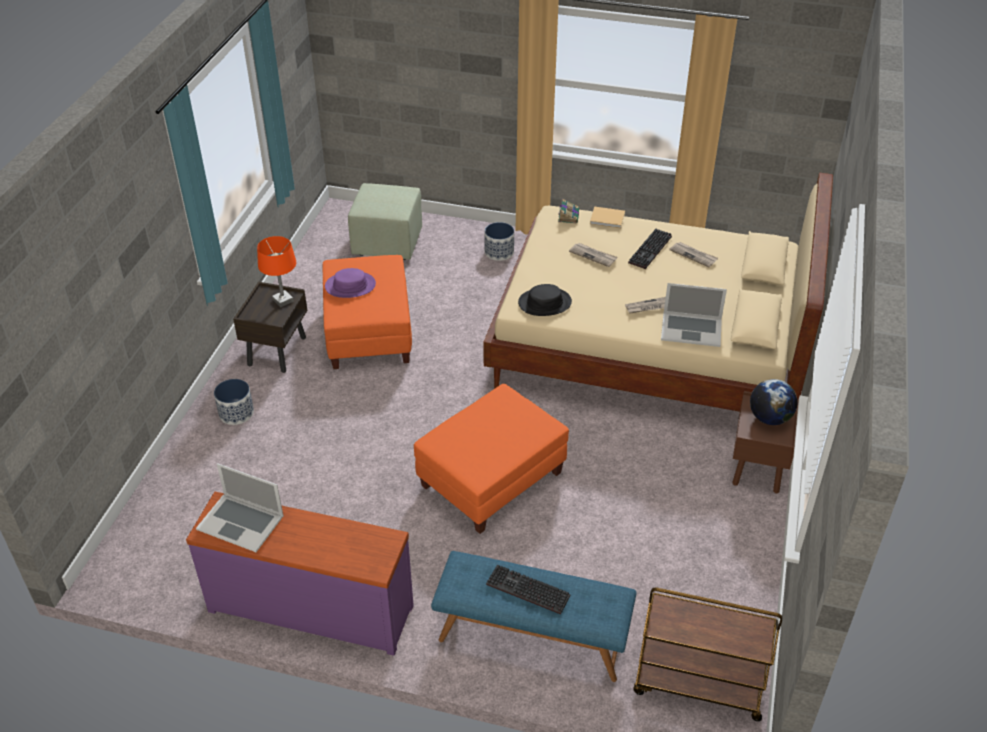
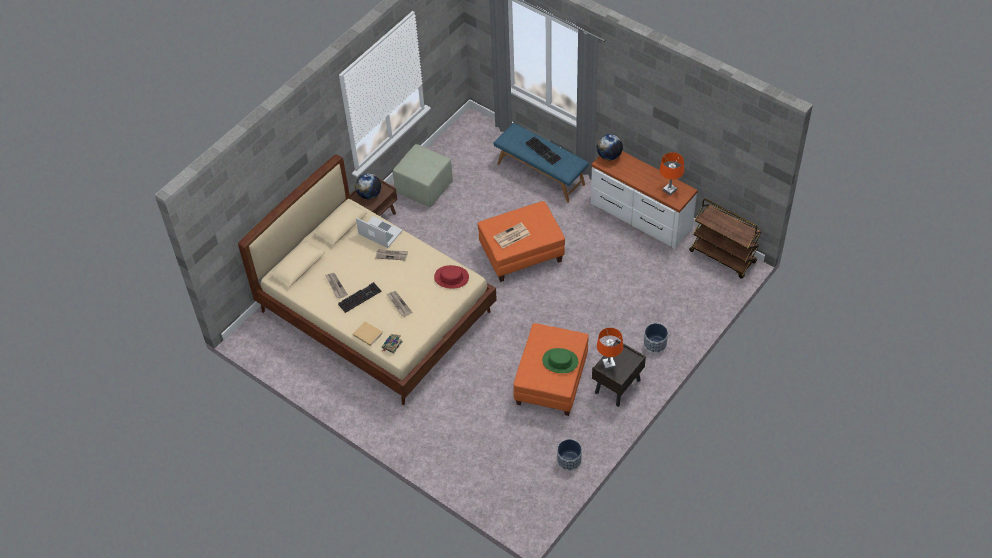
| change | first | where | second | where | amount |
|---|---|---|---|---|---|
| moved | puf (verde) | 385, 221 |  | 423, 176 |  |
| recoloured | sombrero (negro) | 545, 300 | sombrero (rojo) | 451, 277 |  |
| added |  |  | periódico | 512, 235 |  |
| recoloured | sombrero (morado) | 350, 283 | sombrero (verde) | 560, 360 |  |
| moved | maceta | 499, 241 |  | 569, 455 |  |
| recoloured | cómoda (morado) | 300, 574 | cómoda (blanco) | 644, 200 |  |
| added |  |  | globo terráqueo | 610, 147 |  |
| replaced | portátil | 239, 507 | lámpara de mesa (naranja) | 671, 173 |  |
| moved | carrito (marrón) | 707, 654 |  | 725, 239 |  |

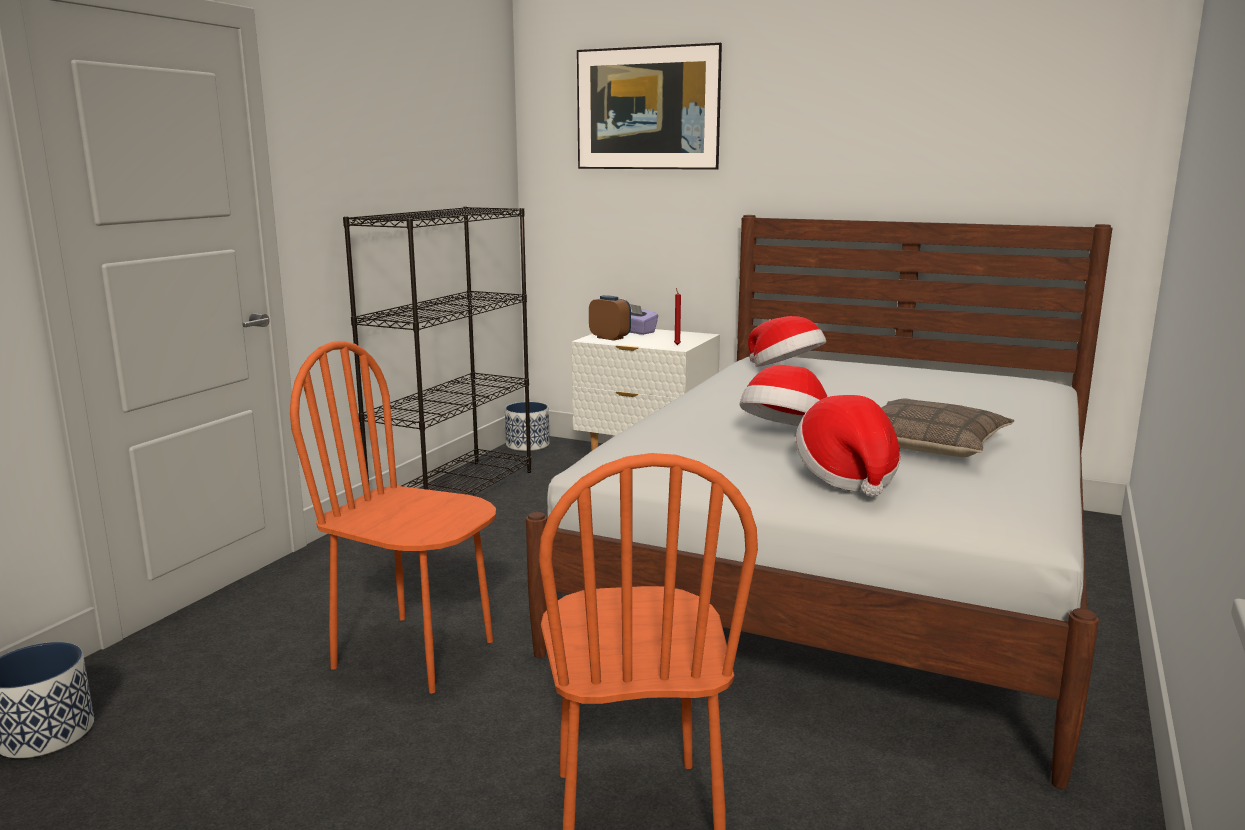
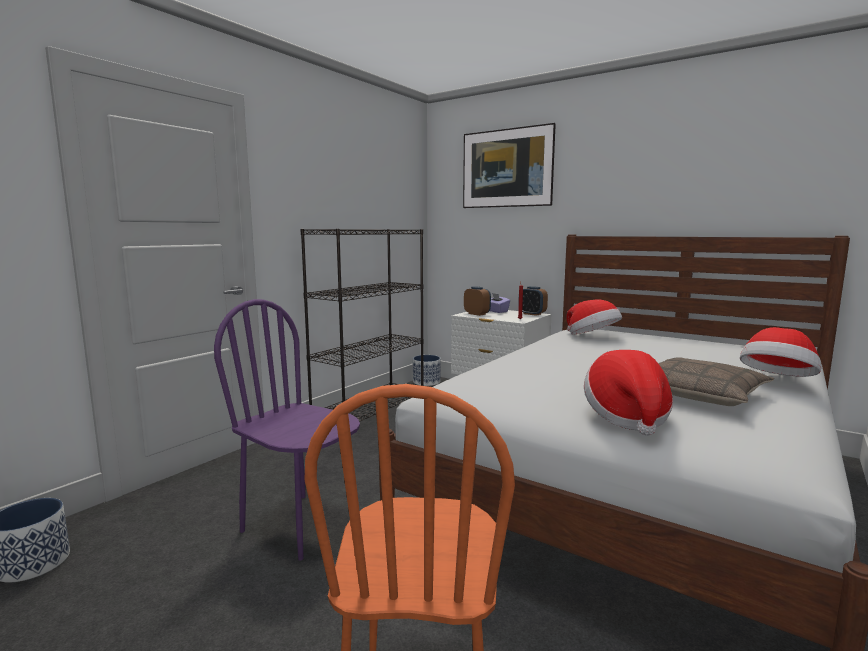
| change | first | where | second | where | amount |
|---|---|---|---|---|---|
| recoloured | silla (naranja) | 393, 517 | silla (morado) | 287, 430 |  |
| added |  |  | despertador | 533, 301 |  |
| moved | sombrero | 783, 395 |  | 780, 352 |  |

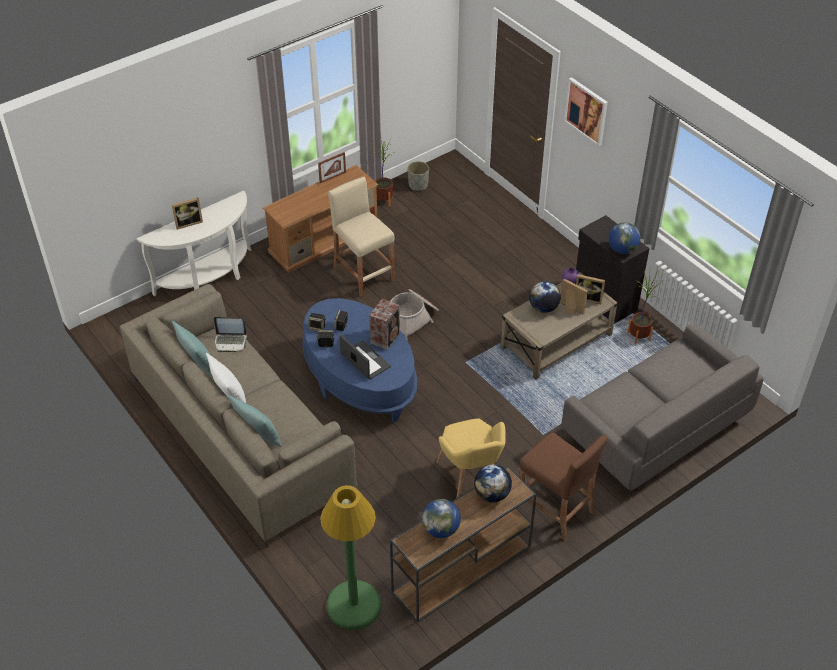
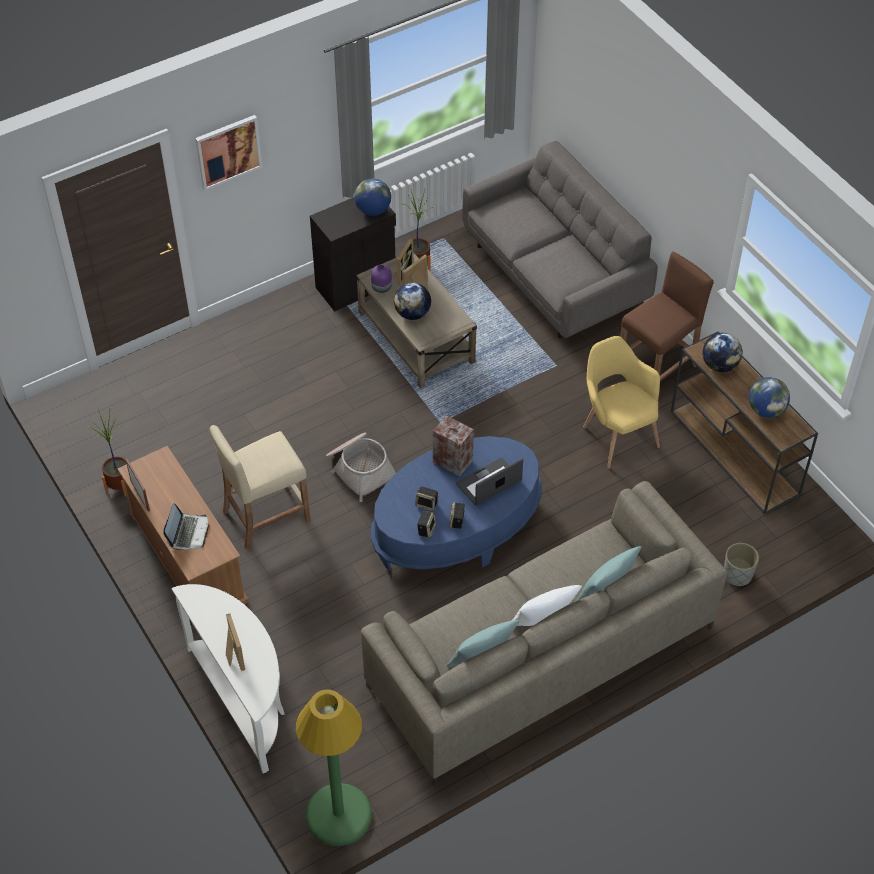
| change | first | where | second | where | amount |
|---|---|---|---|---|---|
| moved | portátil | 230, 334 |  | 186, 526 |  |
| moved | lámpara de pie (verde) | 350, 557 |  | 334, 768 |  |
| turned | sillón (amarillo) | 470, 458 |  | 621, 402 | 105 degrees counterclockwise |
| moved | maceta (gris) | 418, 176 |  | 741, 564 |  |

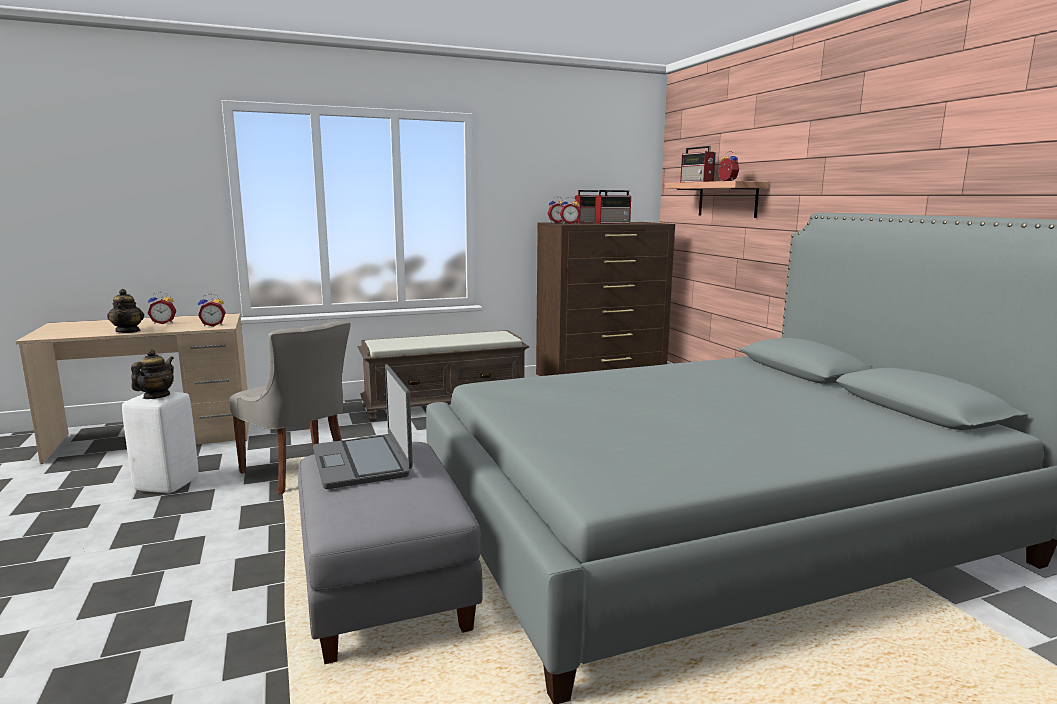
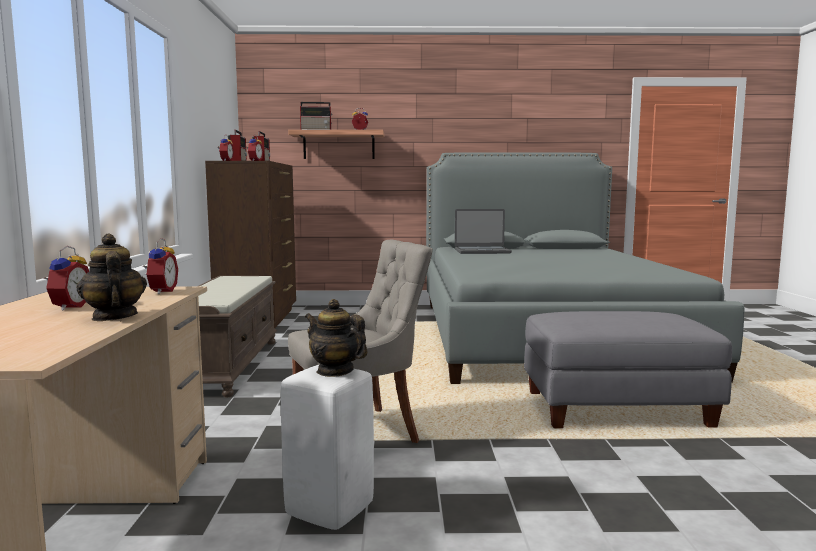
| change | first | where | second | where | amount |
|---|---|---|---|---|---|
| turned | tetera | 125, 311 |  | 111, 277 | 120 degrees counterclockwise |
| moved | portátil | 363, 426 |  | 483, 231 |  |

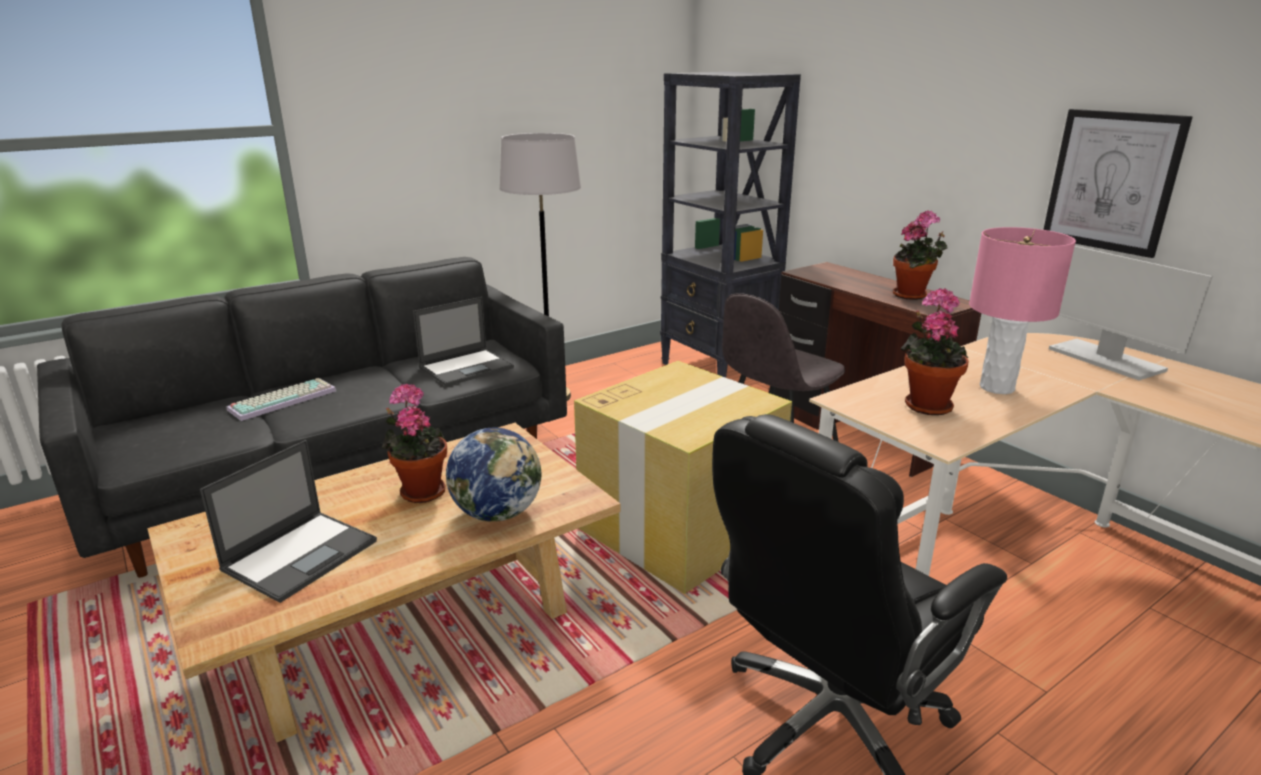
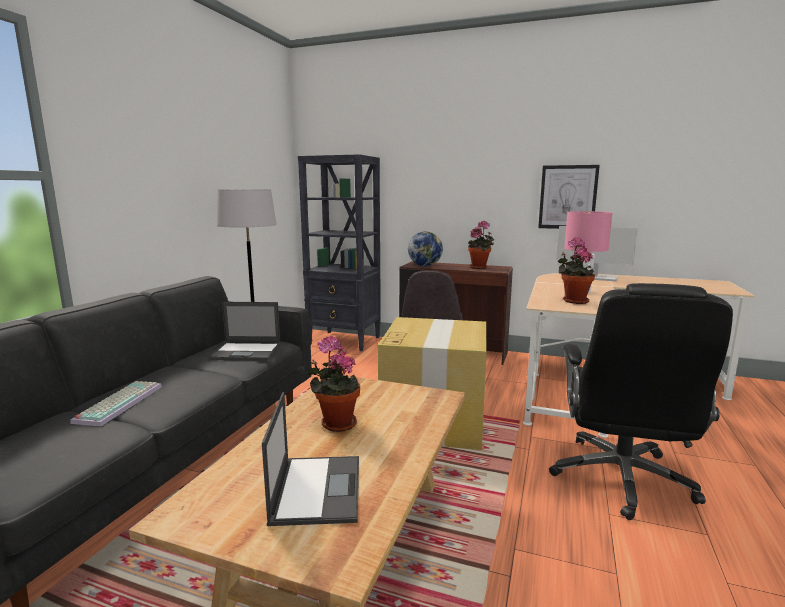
| change | first | where | second | where | amount |
|---|---|---|---|---|---|
| turned | portátil | 463, 341 |  | 244, 331 | 75 degrees clockwise |
| moved | globo terráqueo | 493, 475 |  | 425, 249 |  |

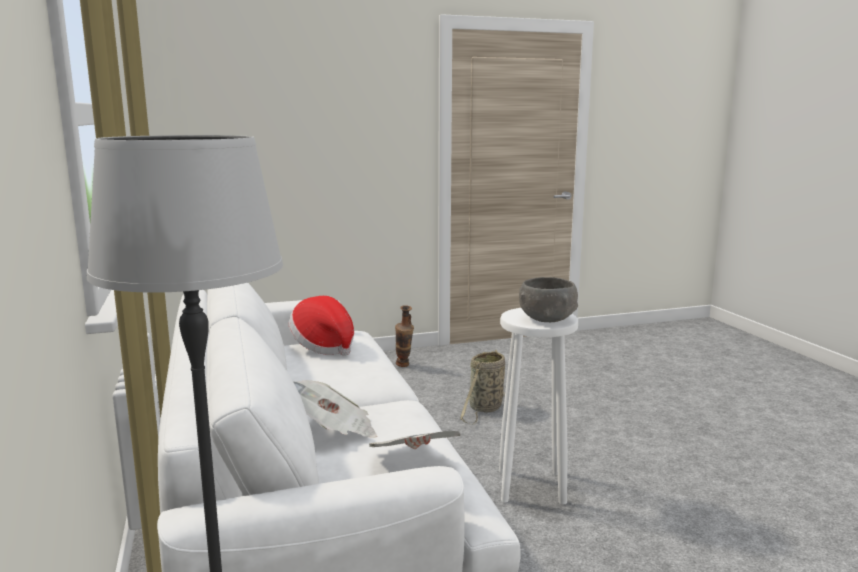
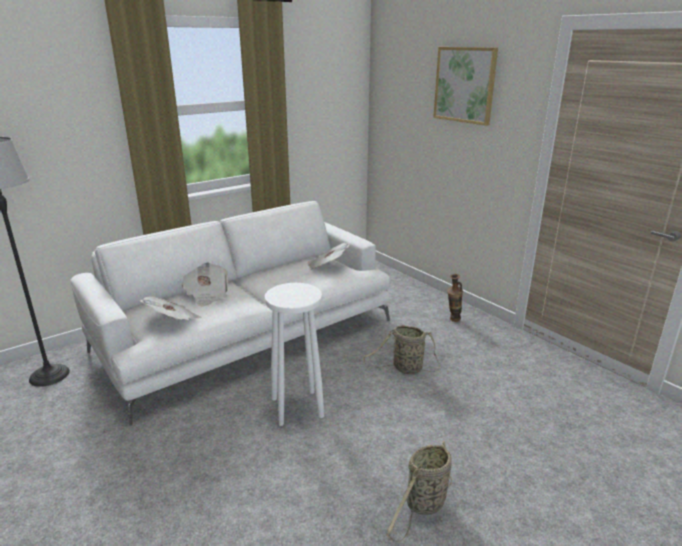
| change | first | where | second | where | amount |
|---|---|---|---|---|---|
| replaced | sombrero | 321, 326 | periódico | 328, 256 |  |
| added |  |  | cesta | 419, 491 |  |
| added |  |  | cuadro | 465, 86 |  |
| removed | cuenco (gris) | 548, 299 |  |  |  |

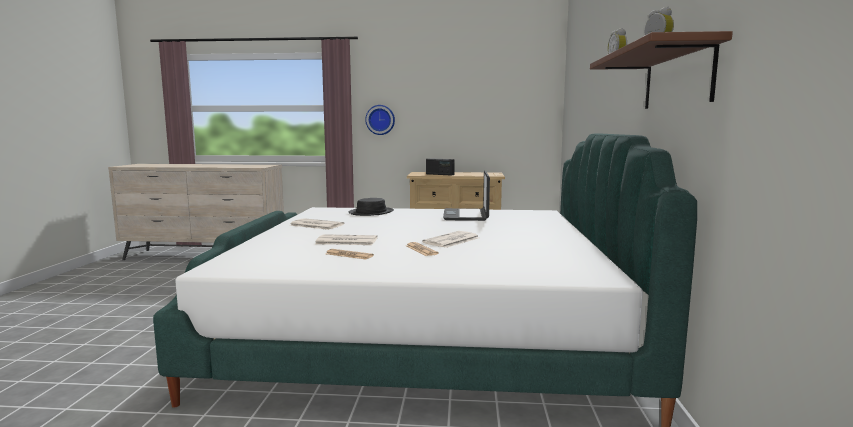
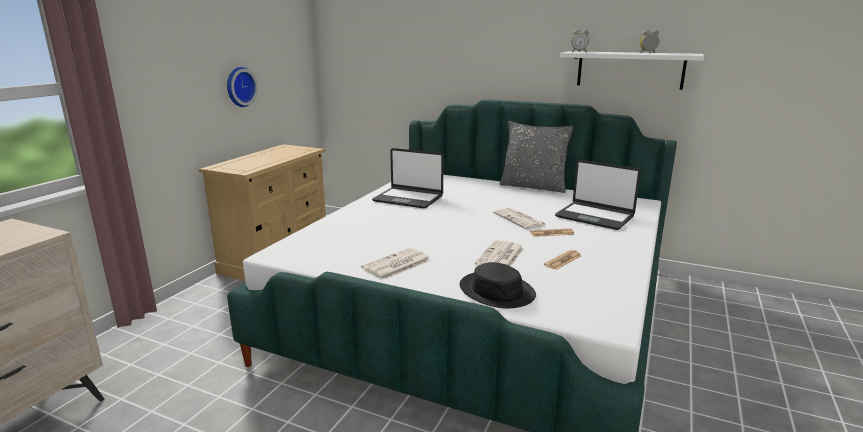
| change | first | where | second | where | amount |
|---|---|---|---|---|---|
| moved | reloj de pared | 380, 120 |  | 242, 87 |  |
| moved | sombrero (negro) | 371, 207 |  | 498, 285 |  |
| added |  |  | cojín (gris) | 536, 157 |  |
| added |  |  | portátil | 598, 195 |  |
| recoloured | estante (marrón) | 661, 70 | estante (blanco) | 632, 70 |  |
| removed | radio | 440, 167 |  |  |  |

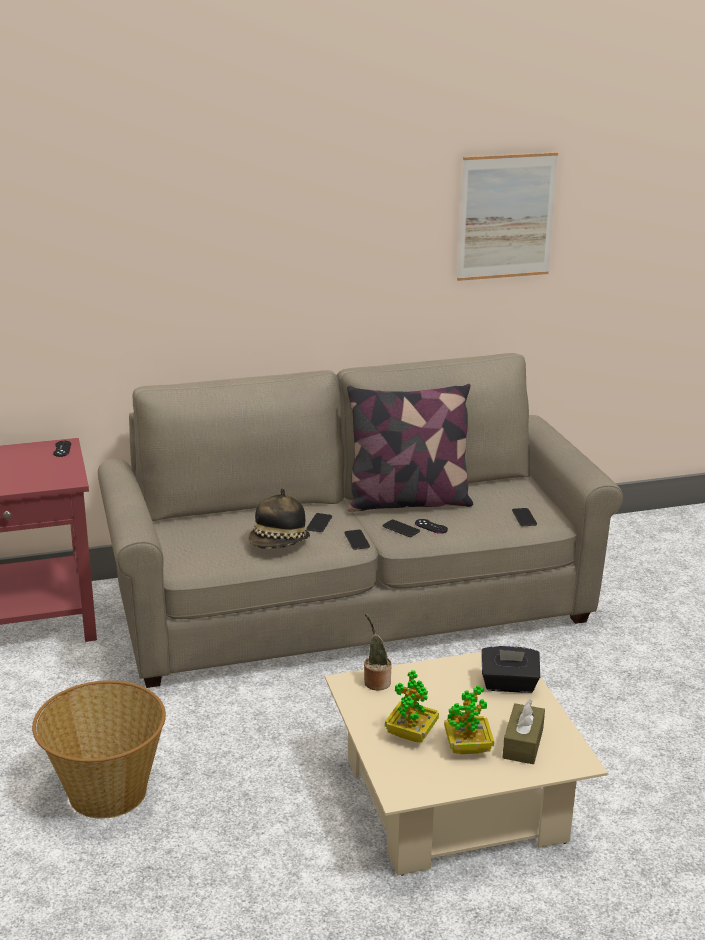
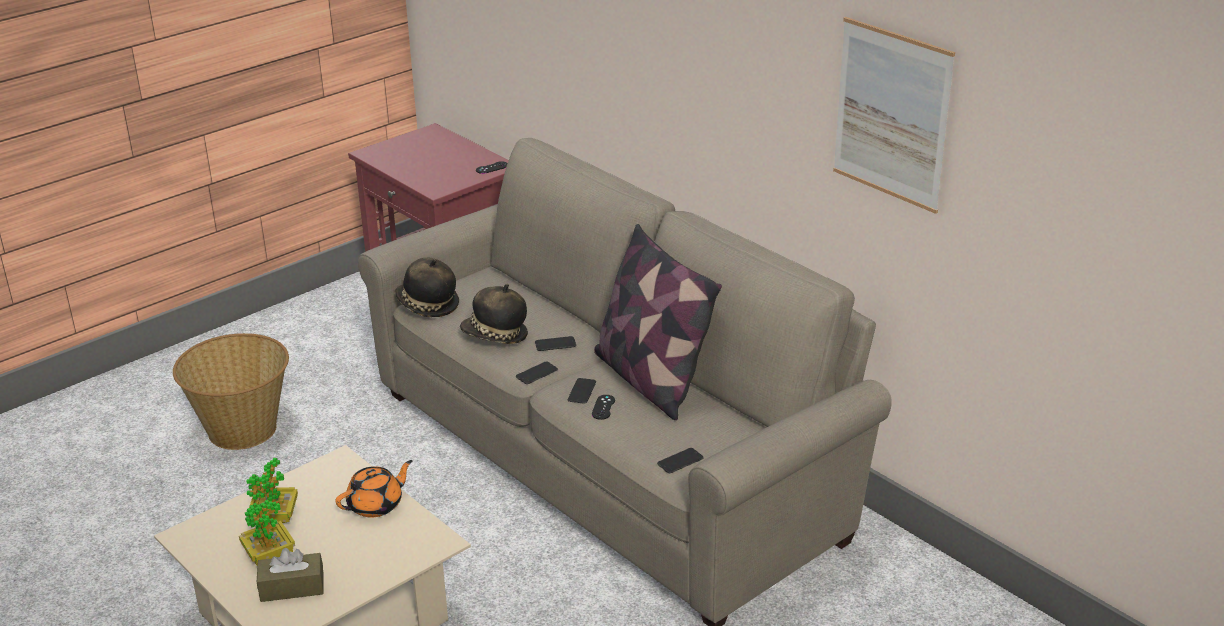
| change | first | where | second | where | amount |
|---|---|---|---|---|---|
| added |  |  | tetera (naranja) | 374, 489 |  |
| added |  |  | sombrero | 427, 287 |  |
| removed | planta en maceta | 378, 652 |  |  |  |
| removed | caja de pañuelos (negro) | 510, 669 |  |  |  |

